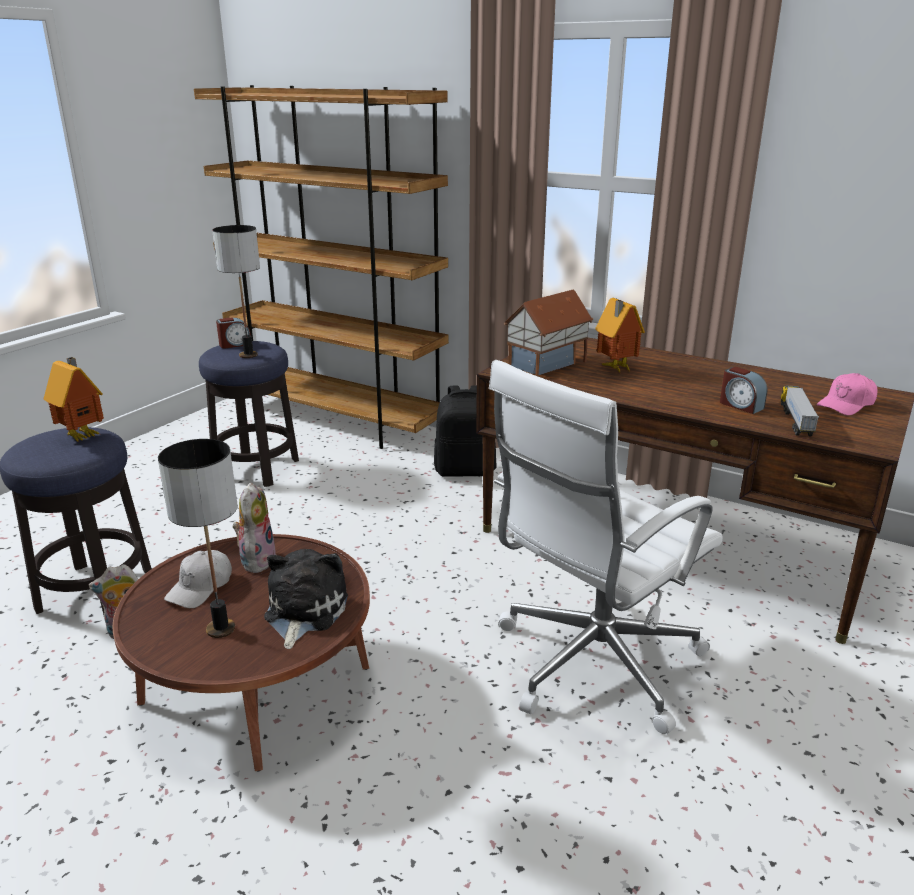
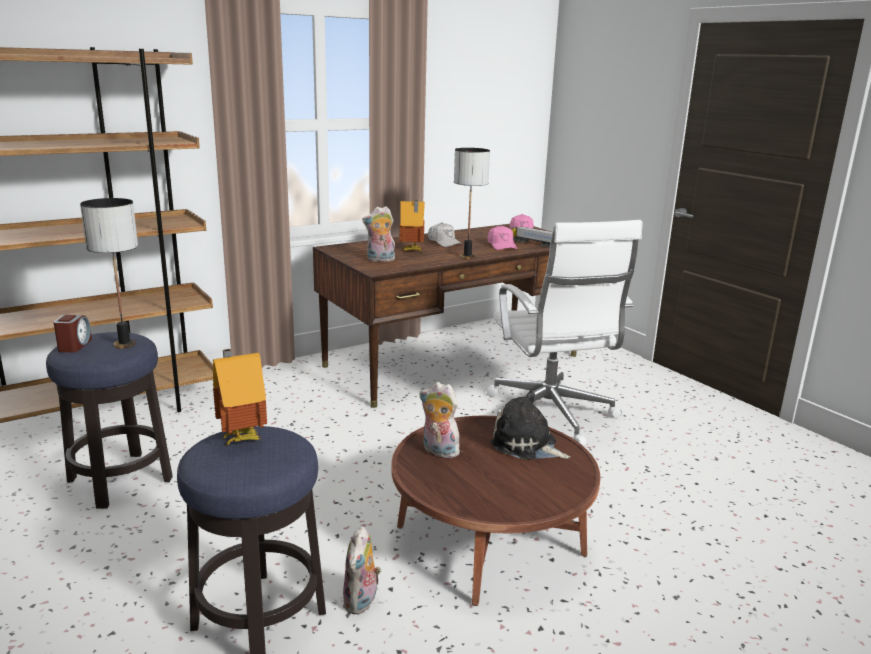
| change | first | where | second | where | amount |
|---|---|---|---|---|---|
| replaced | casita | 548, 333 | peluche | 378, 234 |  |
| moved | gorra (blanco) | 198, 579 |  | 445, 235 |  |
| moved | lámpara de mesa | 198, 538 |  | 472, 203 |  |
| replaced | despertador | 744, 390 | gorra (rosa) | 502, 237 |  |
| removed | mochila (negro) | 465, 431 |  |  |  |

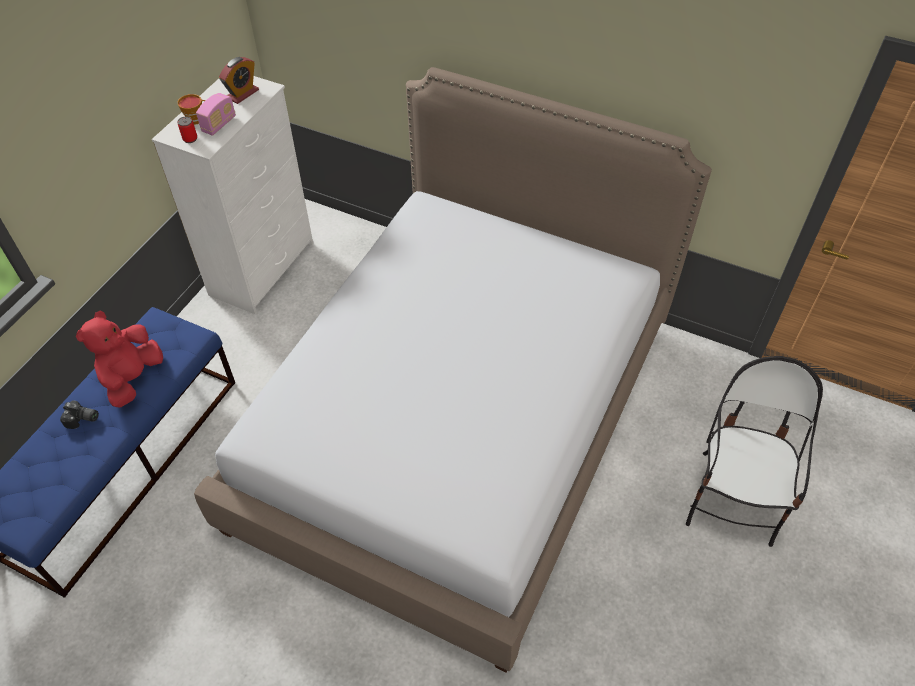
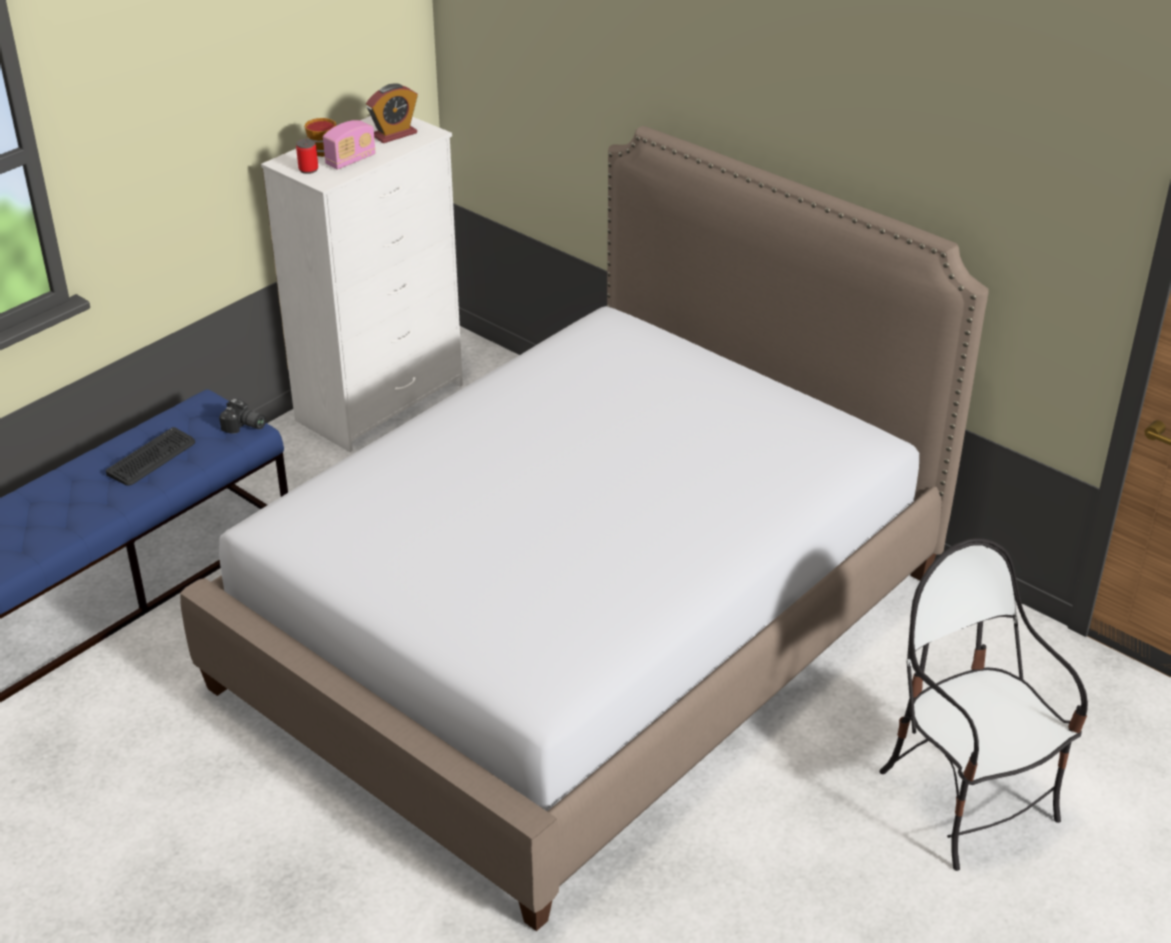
| change | first | where | second | where | amount |
|---|---|---|---|---|---|
| replaced | peluche (rojo) | 119, 359 | teclado | 150, 456 |  |
| moved | cámara | 79, 414 |  | 242, 416 |  |
| turned | silla | 754, 451 |  | 983, 704 | 60 degrees counterclockwise |

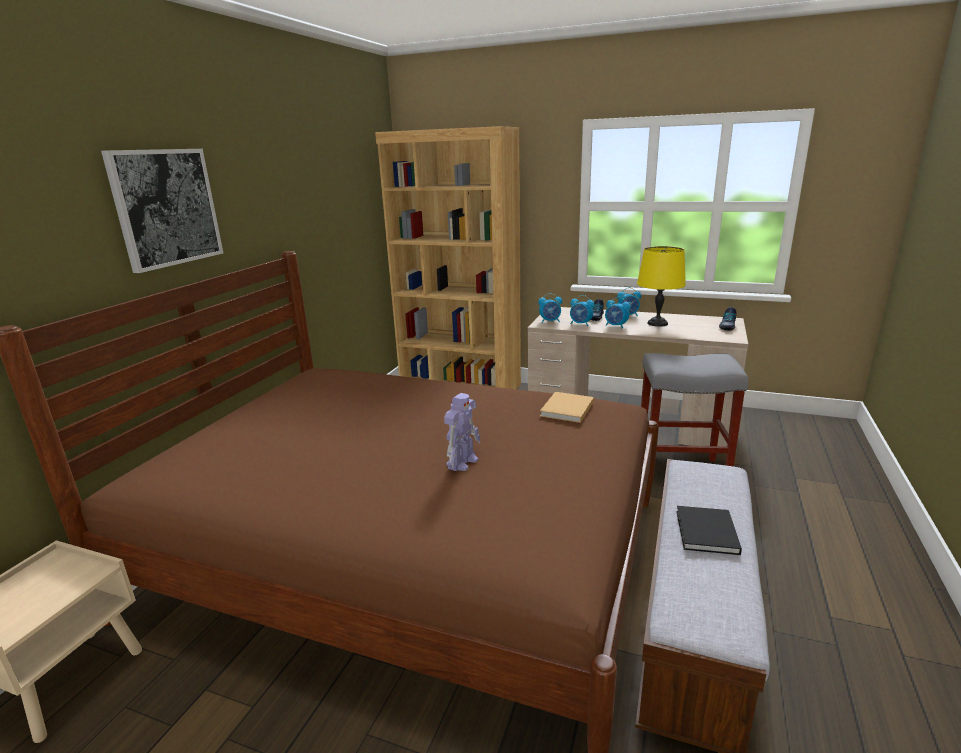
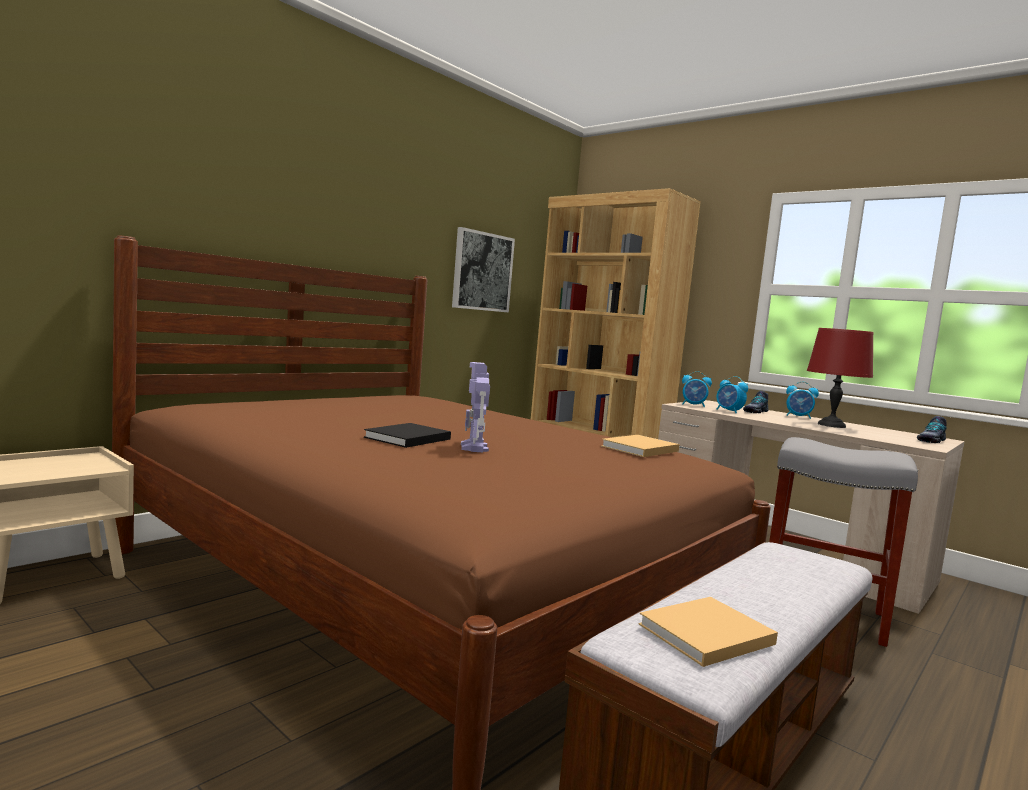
| change | first | where | second | where | amount |
|---|---|---|---|---|---|
| moved | libro (negro) | 709, 530 |  | 407, 435 |  |
| moved | cuadro | 162, 211 |  | 483, 270 |  |
| turned | robot de juguete | 462, 432 |  | 475, 407 | 120 degrees clockwise |
| added |  |  | libro (beis) | 708, 632 |  |
| recoloured | lámpara de mesa (amarillo) | 661, 286 | lámpara de mesa (rojo) | 840, 378 |  |
| removed | despertador | 617, 313 |  |  |  |

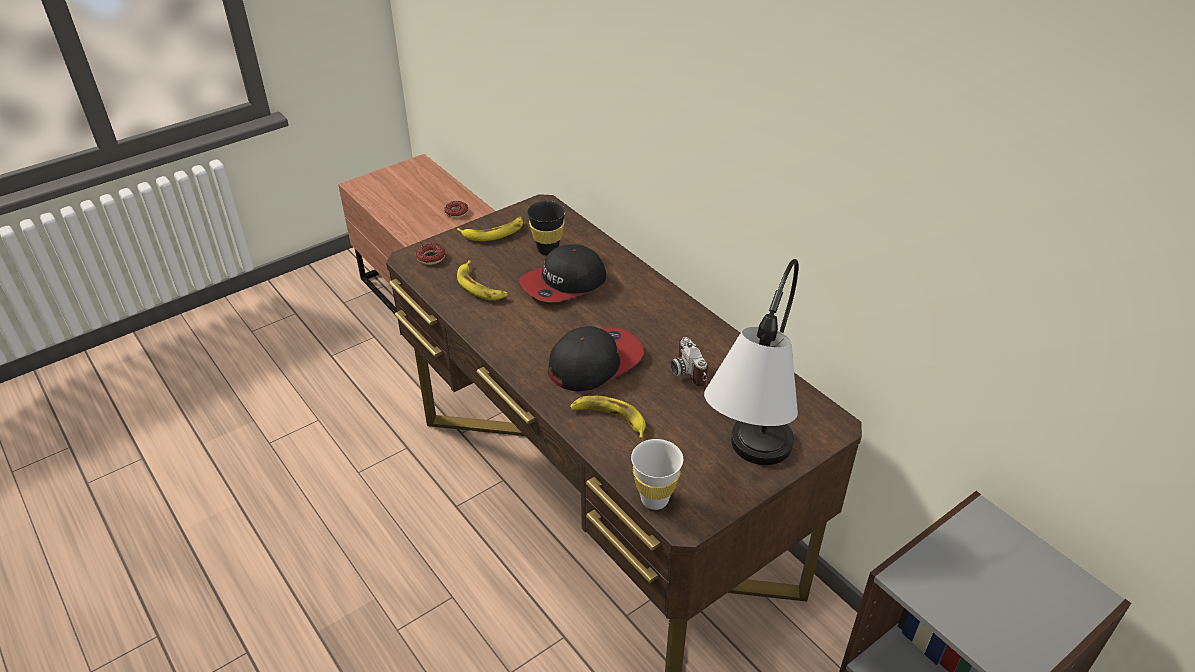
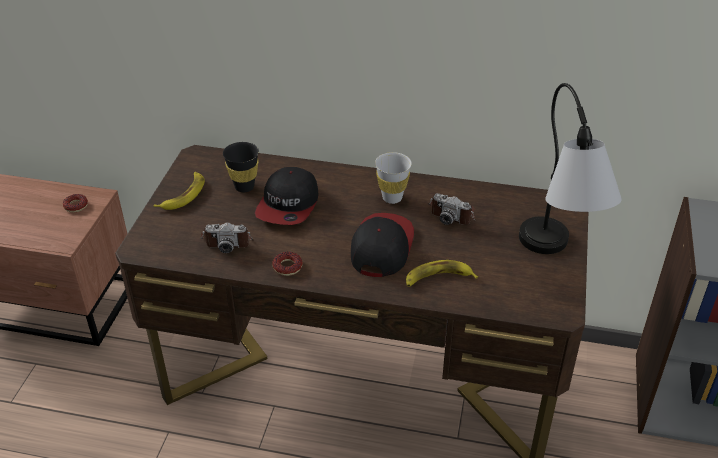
| change | first | where | second | where | amount |
|---|---|---|---|---|---|
| replaced | plátano | 482, 280 | cámara | 227, 237 |  |
| moved | rosquilla | 430, 254 |  | 287, 264 |  |
| moved | taza (blanco) | 657, 474 |  | 393, 178 |  |

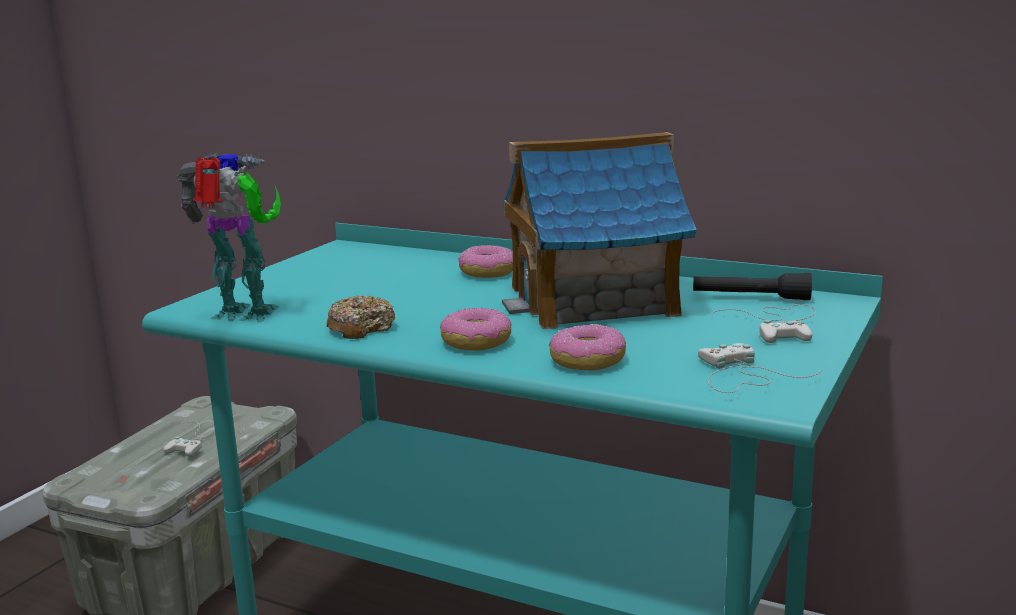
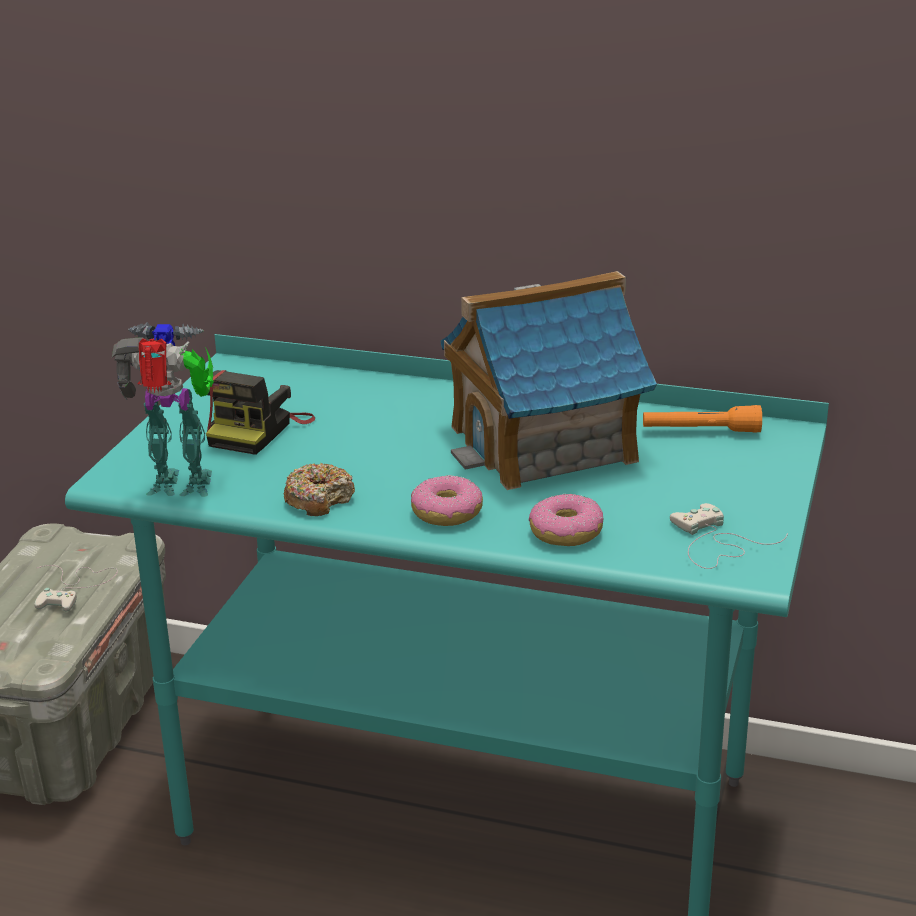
| change | first | where | second | where | amount |
|---|---|---|---|---|---|
| added |  |  | cámara | 260, 412 |  |
| recoloured | linterna (negro) | 752, 286 | linterna (naranja) | 702, 419 |  |
| removed | rosquilla | 486, 261 |  |  |  |
| removed | mando de consola (blanco) | 763, 323 |  |  |  |

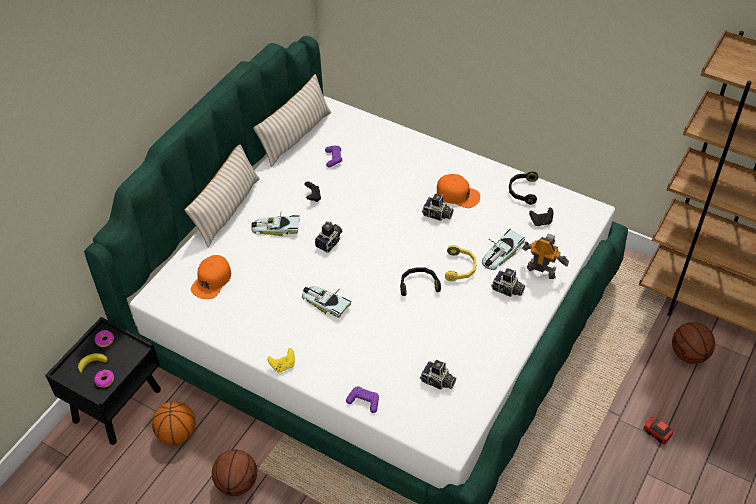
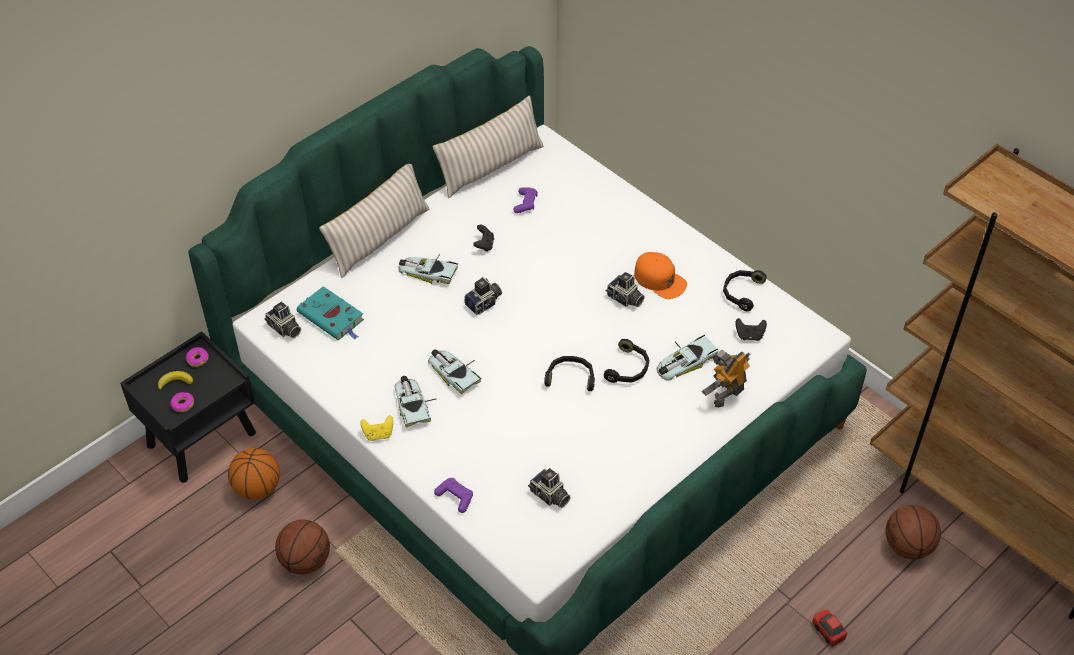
| change | first | where | second | where | amount |
|---|---|---|---|---|---|
| moved | cámara | 508, 282 |  | 282, 320 |  |
| replaced | gorra (naranja) | 211, 277 | libro (turquesa) | 330, 313 |  |
| added |  |  | coche de juguete | 415, 402 |  |
| recoloured | auriculares (amarillo) | 461, 263 | auriculares (negro) | 626, 361 |  |
| turned | robot de juguete | 545, 256 |  | 726, 379 | 90 degrees counterclockwise |

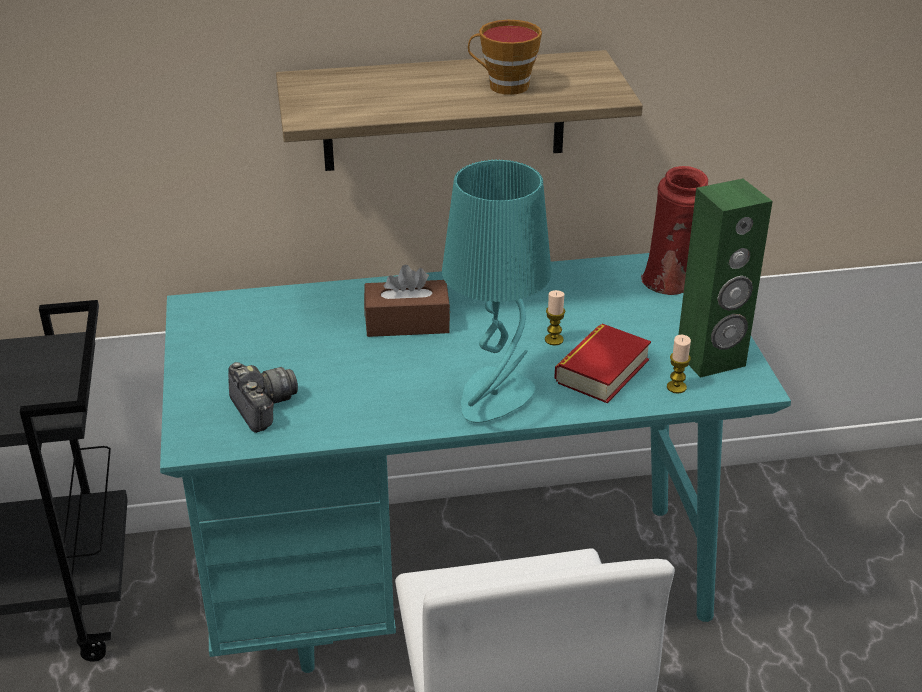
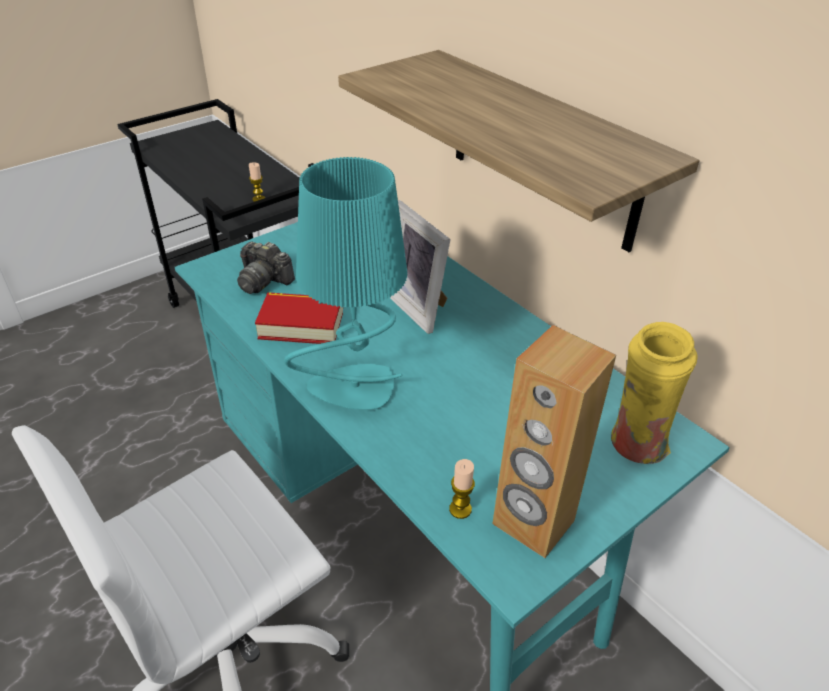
| change | first | where | second | where | amount |
|---|---|---|---|---|---|
| turned | cámara | 263, 397 |  | 266, 267 | 90 degrees clockwise |
| moved | vela | 555, 317 |  | 257, 182 |  |
| moved | libro | 602, 363 |  | 299, 318 |  |
| replaced | caja de pañuelos (marrón) | 407, 301 | portarretratos | 420, 267 |  |
| recoloured | altavoz (verde) | 725, 278 | altavoz (marrón) | 554, 441 |  |
| recoloured | florero (rojo) | 674, 230 | florero (amarillo) | 654, 393 |  |
| removed | taza | 505, 57 |  |  |  |

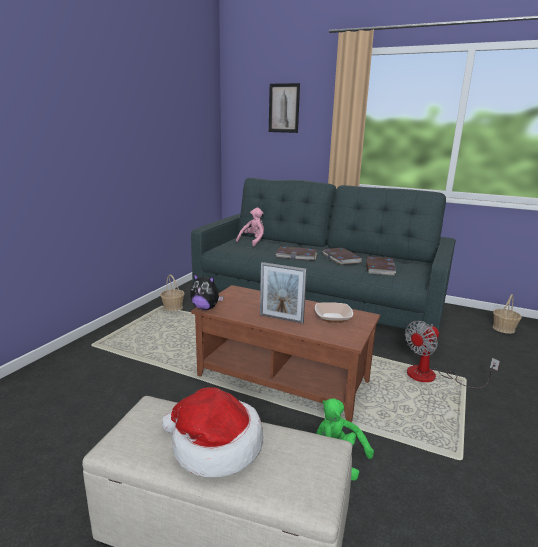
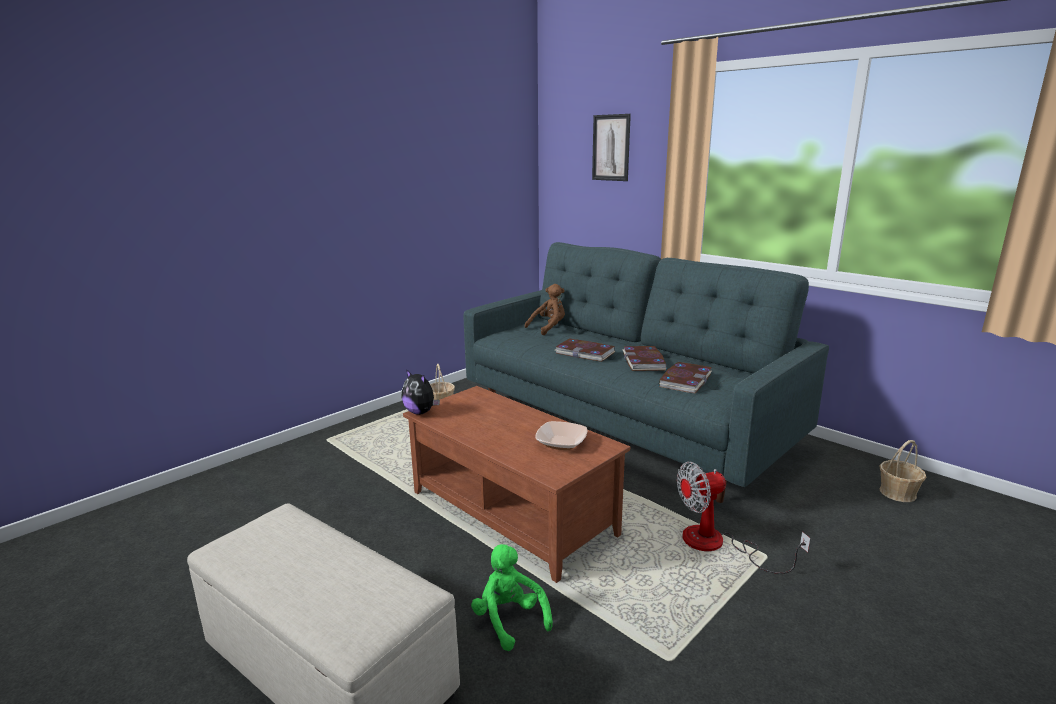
| change | first | where | second | where | amount |
|---|---|---|---|---|---|
| recoloured | peluche (rosa) | 250, 227 | peluche (marrón) | 545, 309 |  |
| removed | sombrero | 212, 432 |  |  |  |
| removed | portarretratos | 283, 293 |  |  |  |

